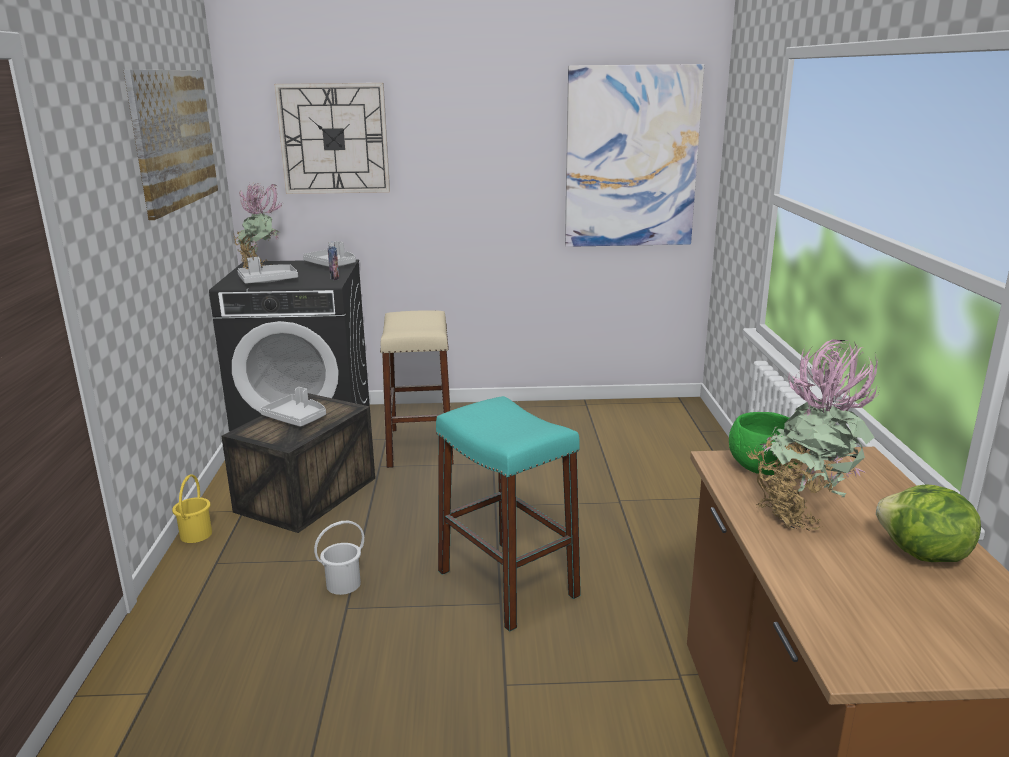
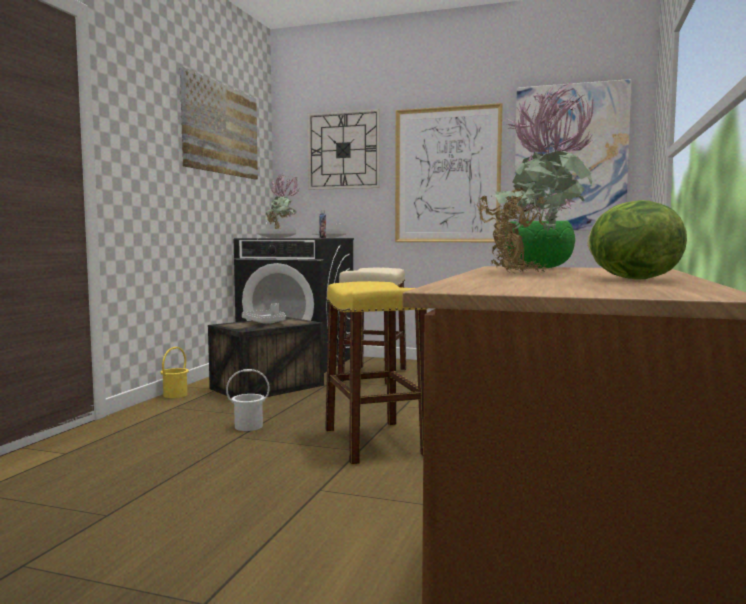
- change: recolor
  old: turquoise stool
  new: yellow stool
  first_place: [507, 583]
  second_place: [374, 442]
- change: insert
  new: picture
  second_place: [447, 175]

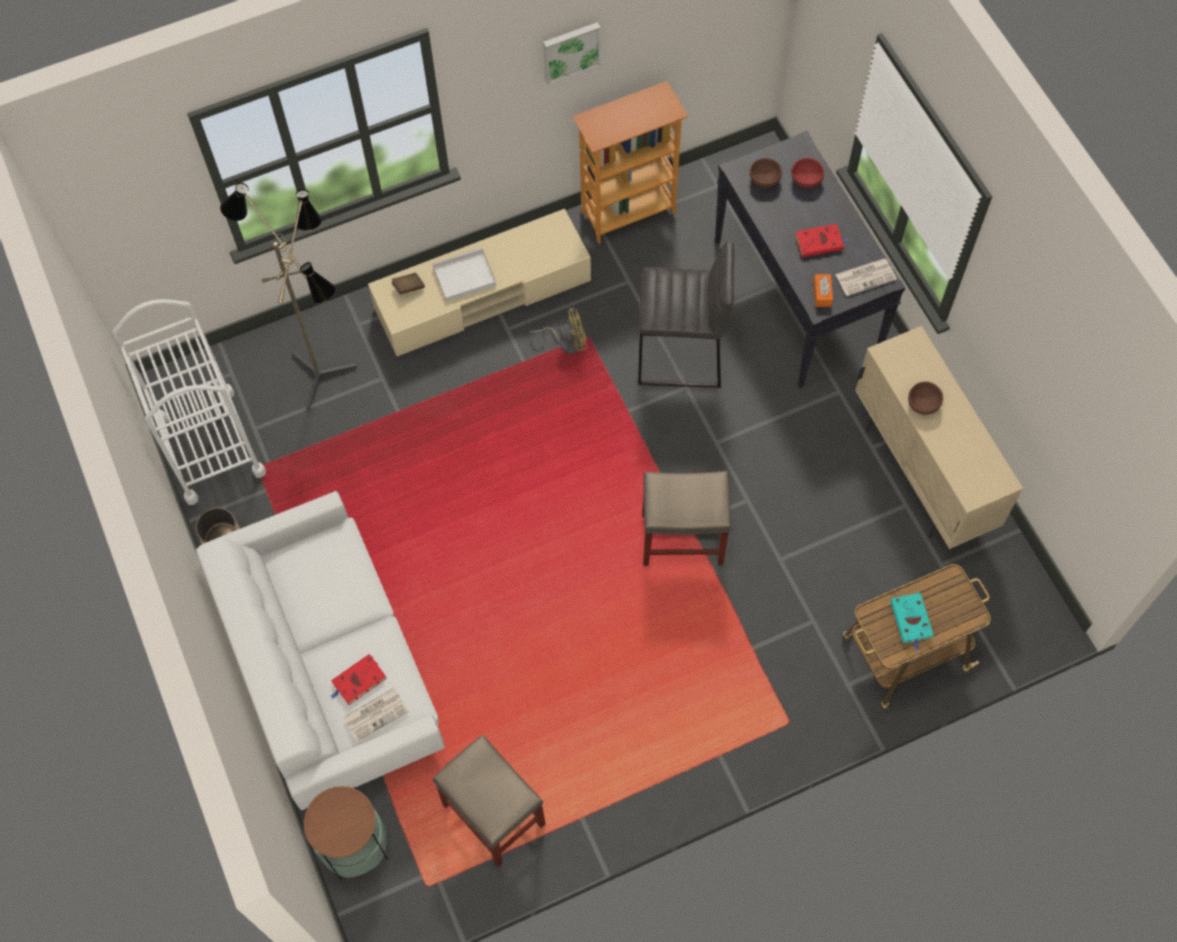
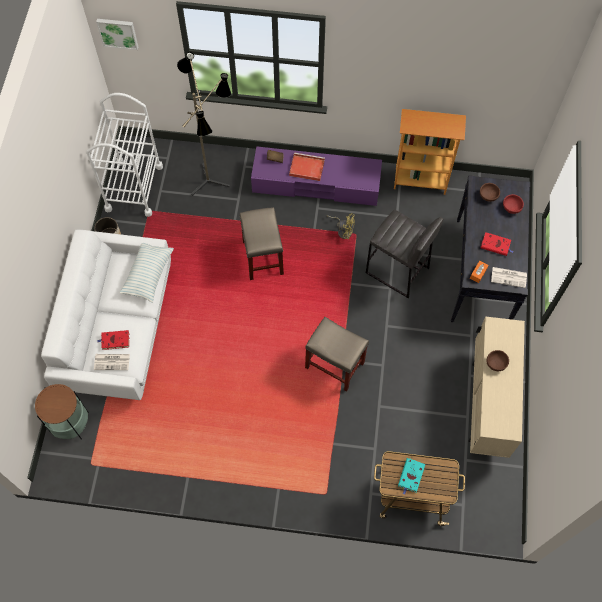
- change: recolor
  old: beige tv stand
  new: purple tv stand
  first_place: [482, 295]
  second_place: [316, 184]
- change: recolor
  old: white tray
  new: red tray
  first_place: [463, 277]
  second_place: [306, 168]
- change: move
  old: beige stool
  first_place: [495, 815]
  second_place: [263, 258]
- change: move
  old: picture
  first_place: [571, 51]
  second_place: [118, 32]
- change: insert
  new: pillow
  second_place: [148, 274]

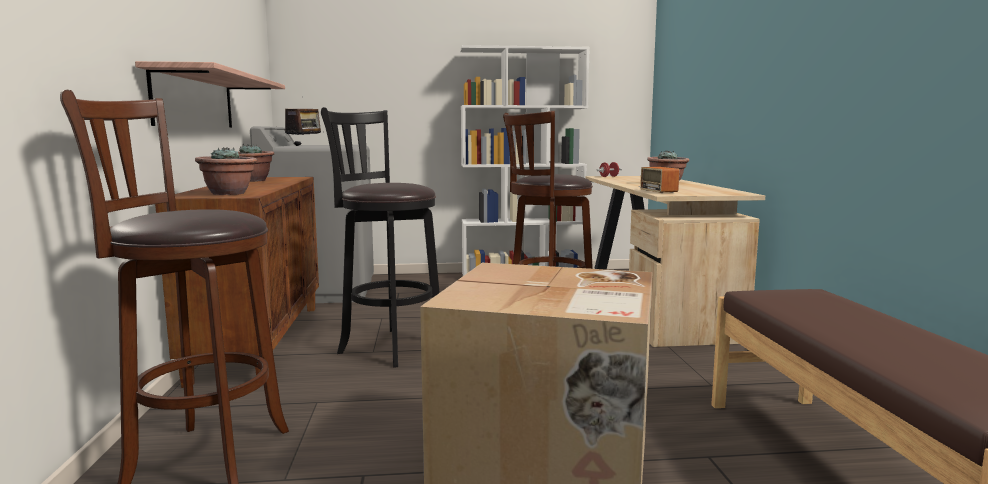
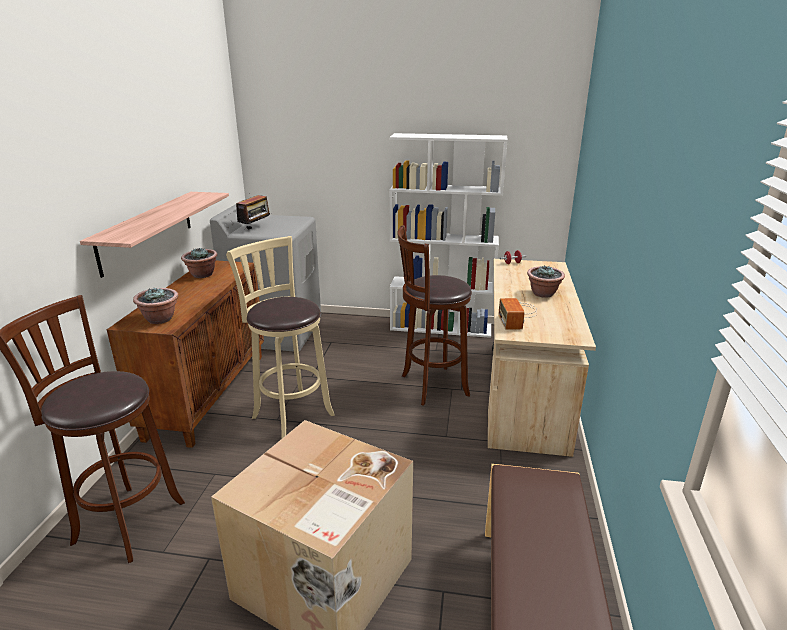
- change: recolor
  old: black stool
  new: beige stool
  first_place: [388, 346]
  second_place: [290, 414]

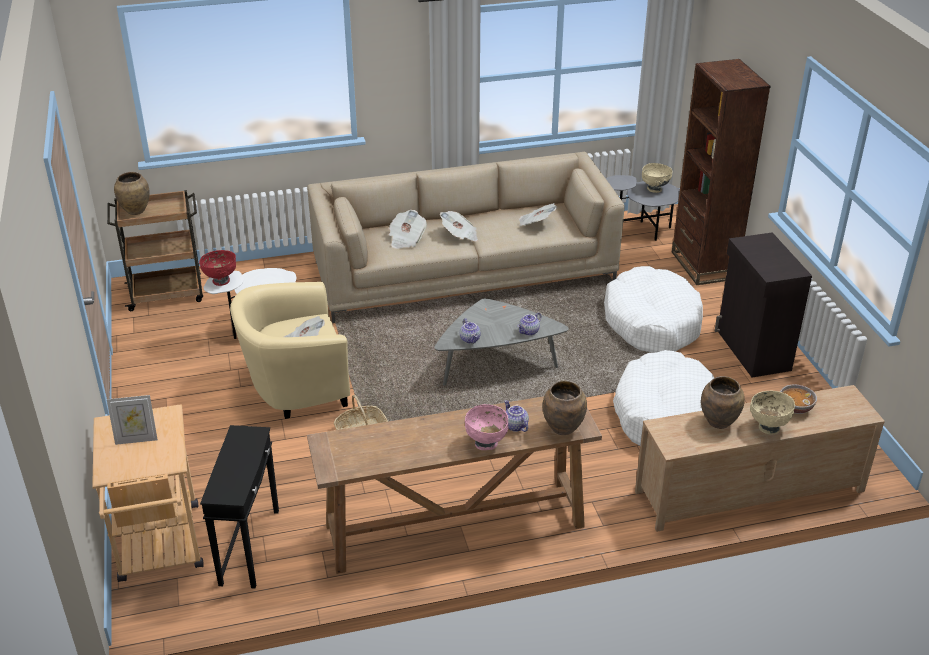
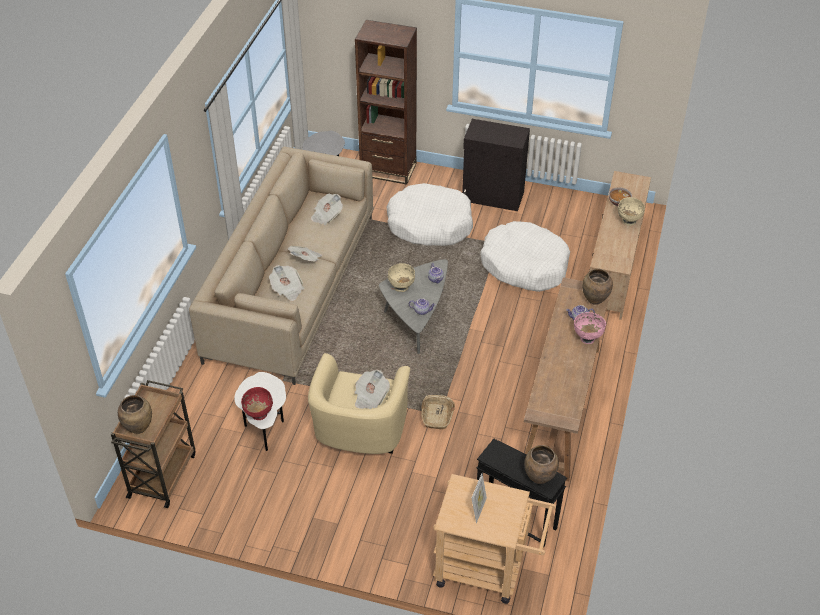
- change: move
  old: beige bowl
  first_place: [654, 189]
  second_place: [401, 287]
- change: move
  old: brown vase
  first_place: [719, 422]
  second_place: [539, 477]

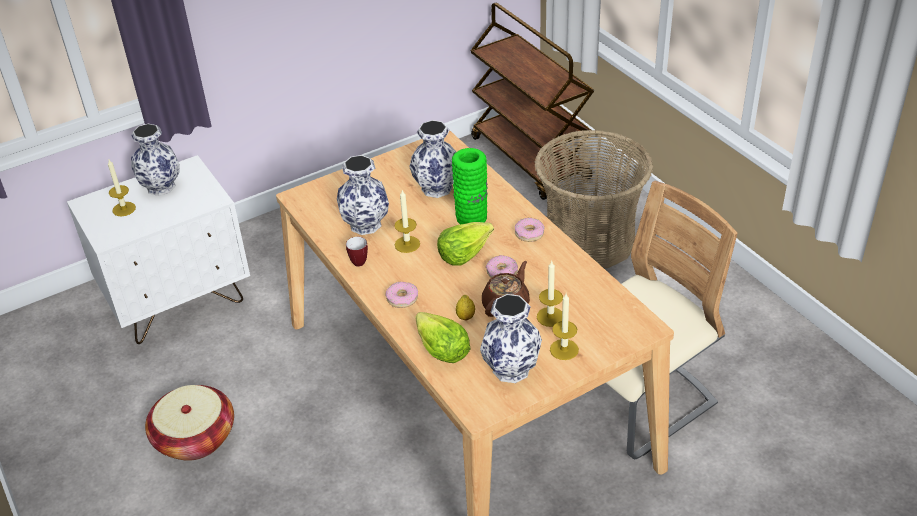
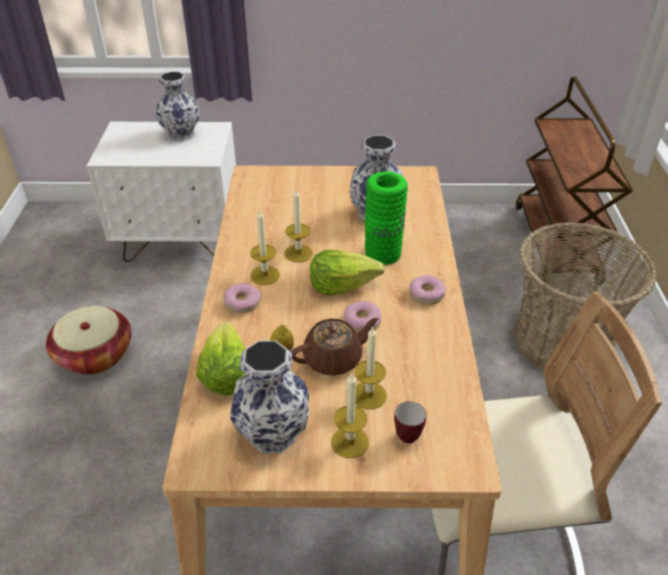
- change: move
  old: candle
  first_place: [124, 209]
  second_place: [265, 275]
- change: delete
  old: vase
  first_place: [365, 225]
- change: move
  old: mug
  first_place: [359, 261]
  second_place: [409, 434]

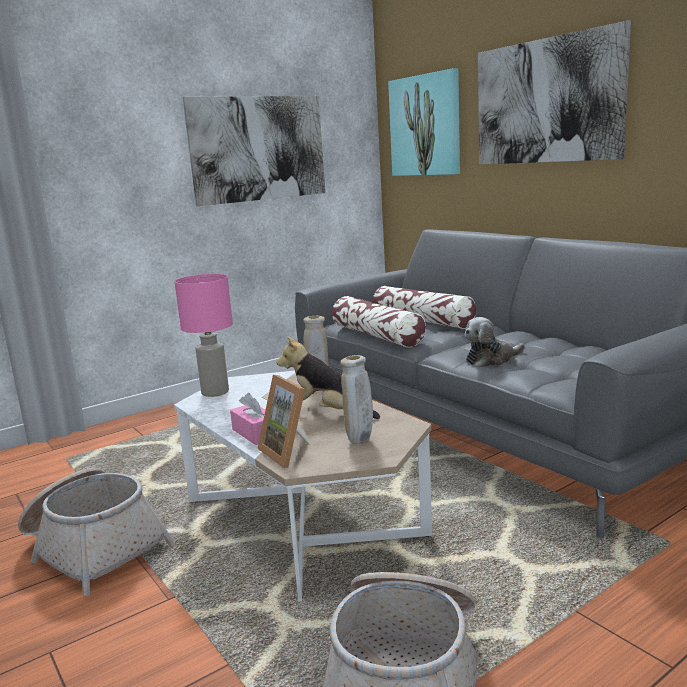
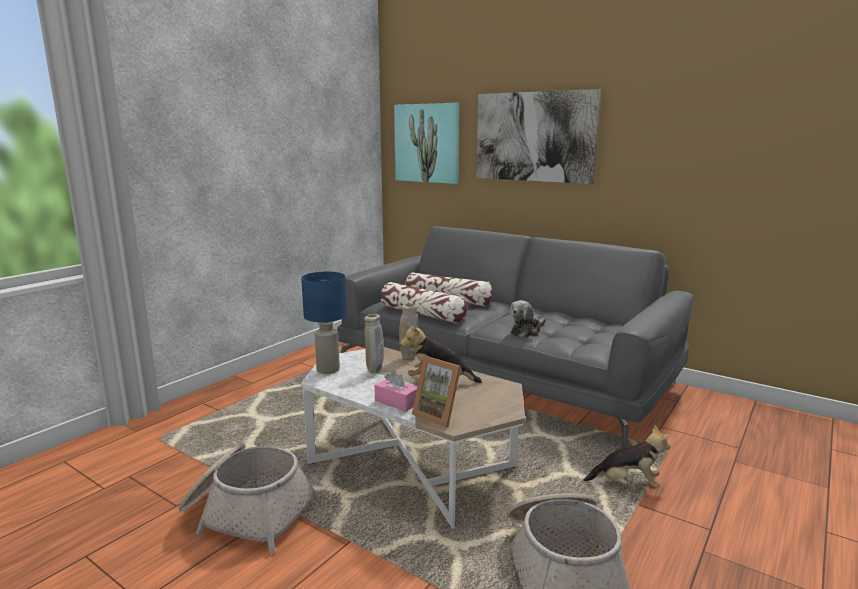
- change: recolor
  old: pink table lamp
  new: blue table lamp
  first_place: [215, 392]
  second_place: [328, 369]
- change: delete
  old: picture
  first_place: [258, 149]
- change: move
  old: beige vase
  first_place: [360, 441]
  second_place: [375, 371]
- change: insert
  new: plush toy
  second_place: [627, 484]

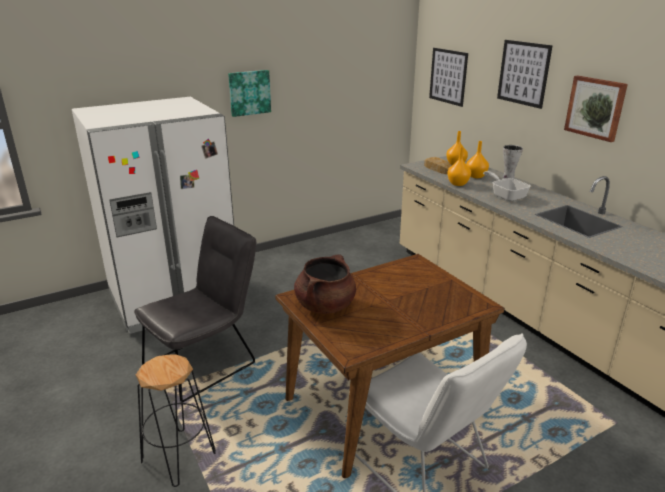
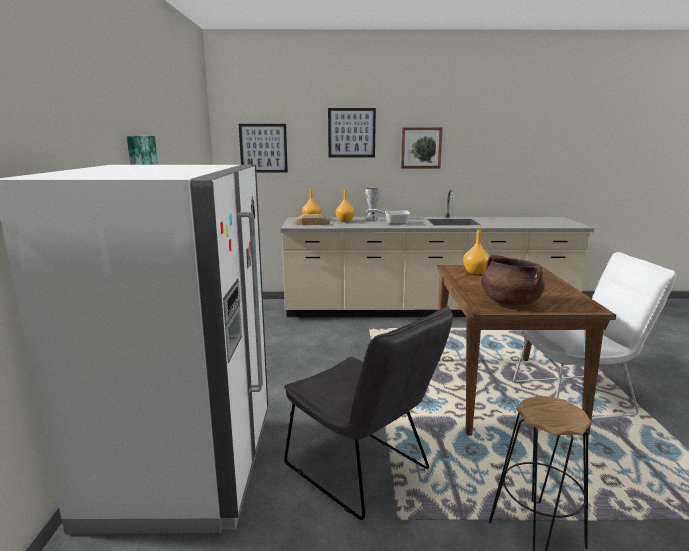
- change: rotate
  old: grey chair
  first_place: [206, 361]
  second_place: [363, 472]
  degrees: 150
- change: move
  old: orange vase
  first_place: [458, 183]
  second_place: [475, 272]

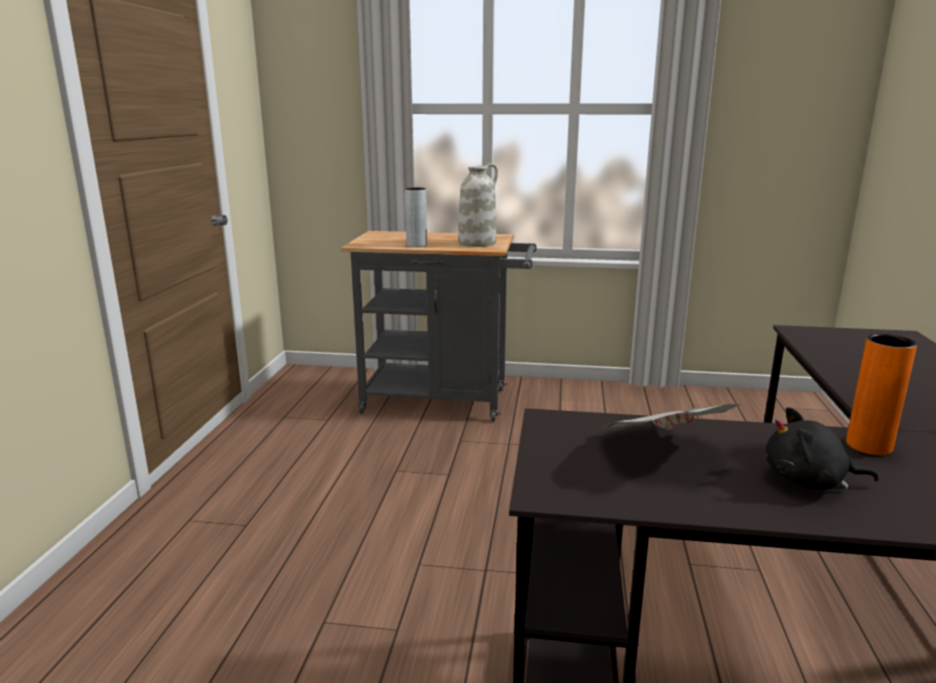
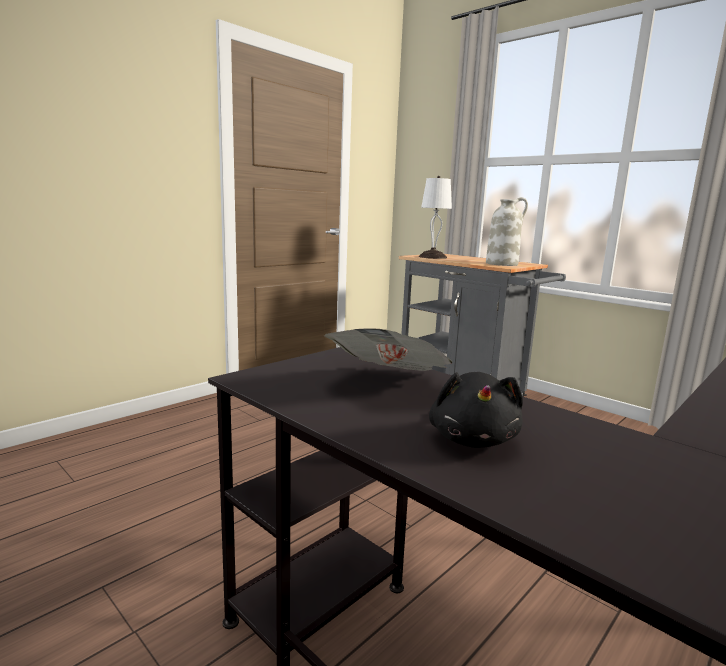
- change: delete
  old: grey vase
  first_place: [416, 245]
- change: rotate
  old: black plush toy
  first_place: [809, 481]
  second_place: [472, 439]
  degrees: -135
- change: delete
  old: orange vase
  first_place: [868, 446]
- change: insert
  new: white table lamp
  second_place: [432, 257]

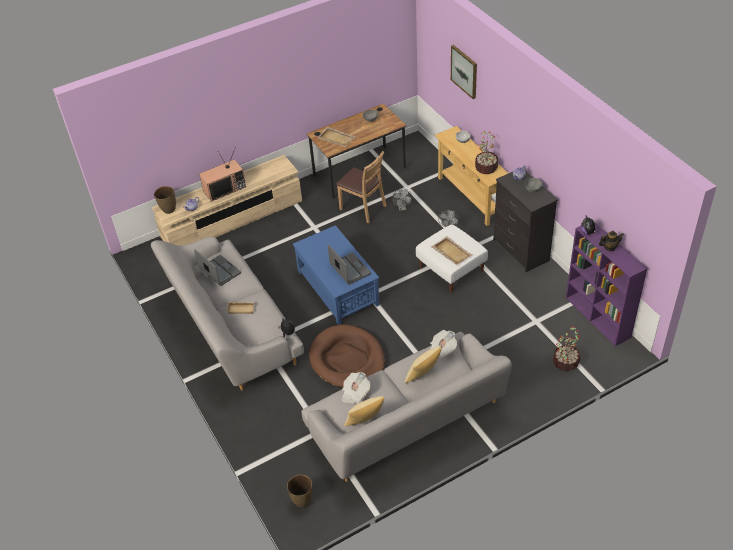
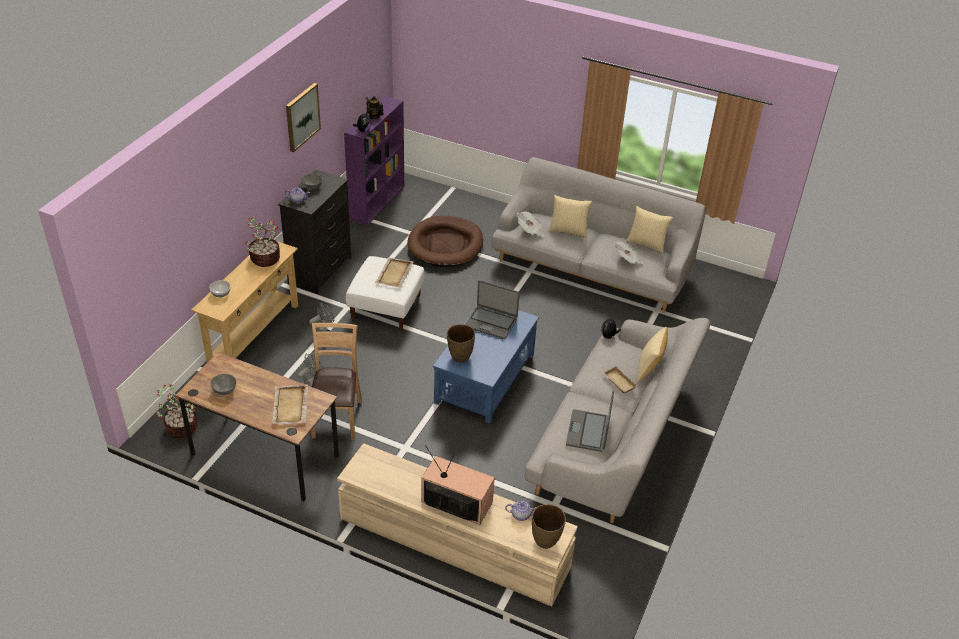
- change: move
  old: brown vase
  first_place: [302, 500]
  second_place: [460, 357]
- change: move
  old: brown dog bed
  first_place: [347, 359]
  second_place: [445, 244]
- change: rotate
  old: laptop
  first_place: [349, 269]
  second_place: [491, 322]
  degrees: -90
- change: move
  old: picture
  first_place: [464, 71]
  second_place: [302, 117]
- change: move
  old: potted plant
  first_place: [566, 362]
  second_place: [181, 428]
- change: insert
  new: pillow
  second_place: [649, 370]

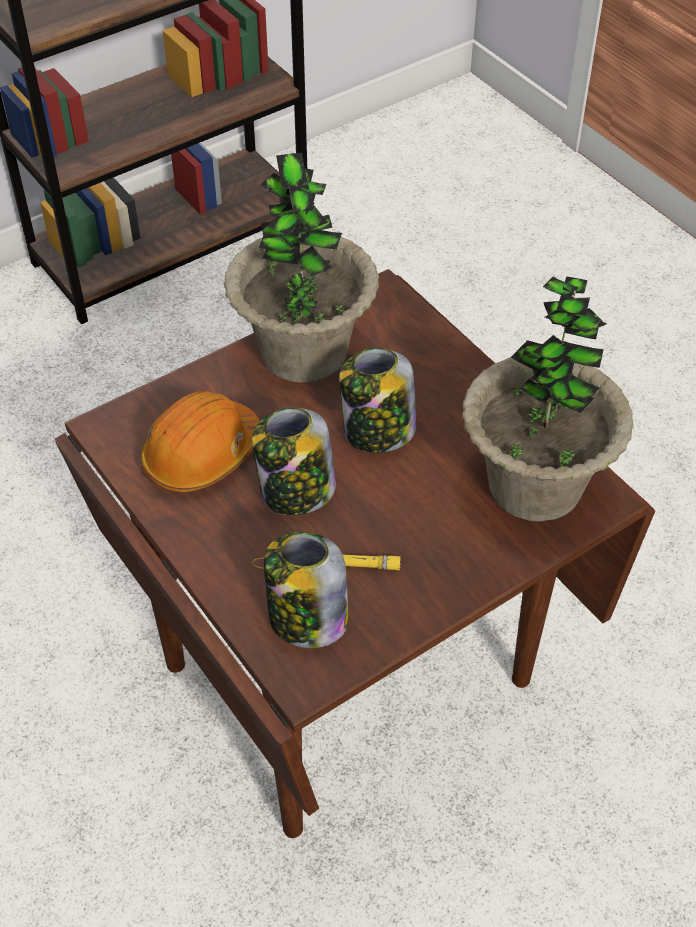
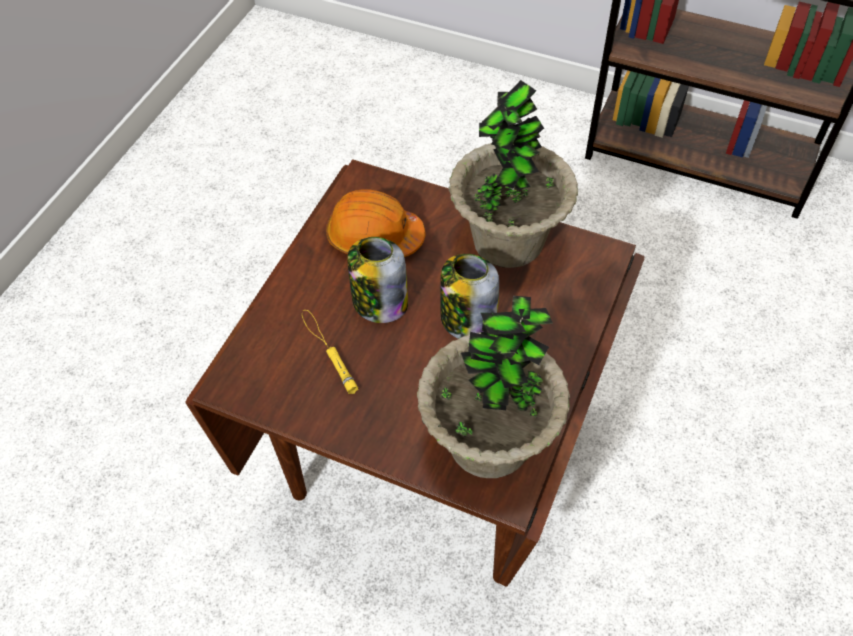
- change: delete
  old: jar
  first_place: [306, 618]

